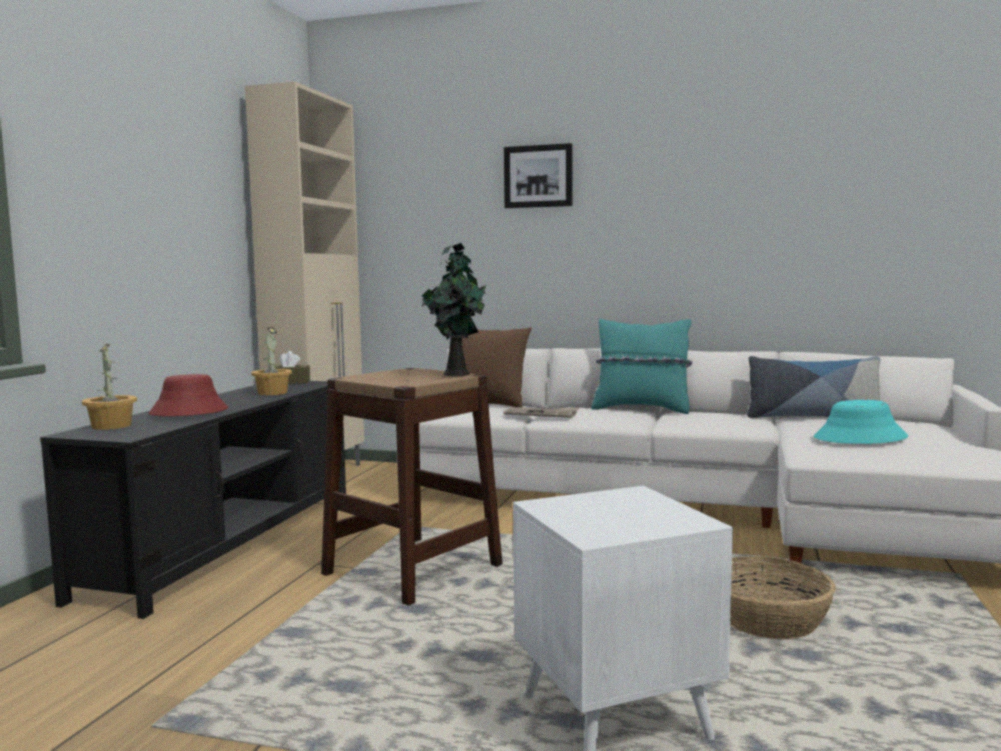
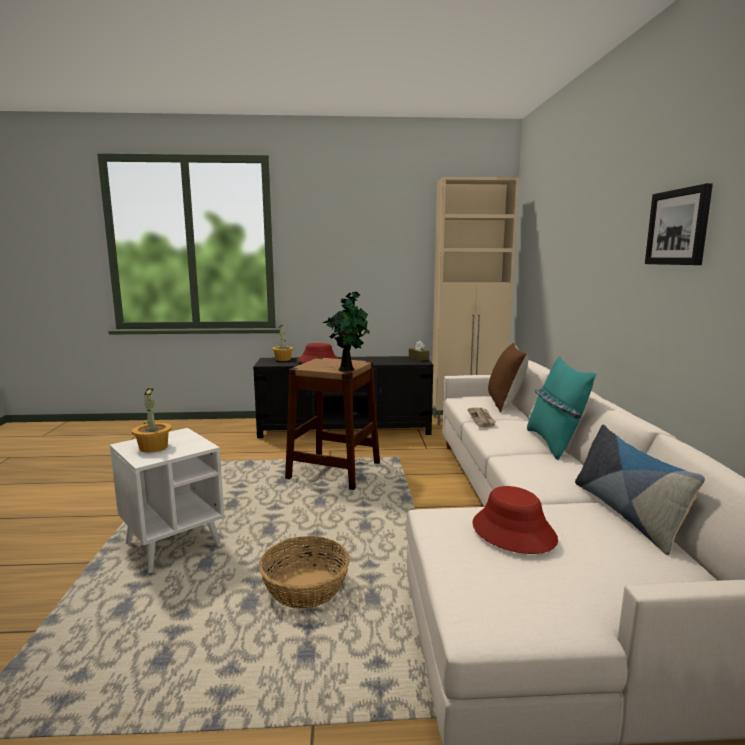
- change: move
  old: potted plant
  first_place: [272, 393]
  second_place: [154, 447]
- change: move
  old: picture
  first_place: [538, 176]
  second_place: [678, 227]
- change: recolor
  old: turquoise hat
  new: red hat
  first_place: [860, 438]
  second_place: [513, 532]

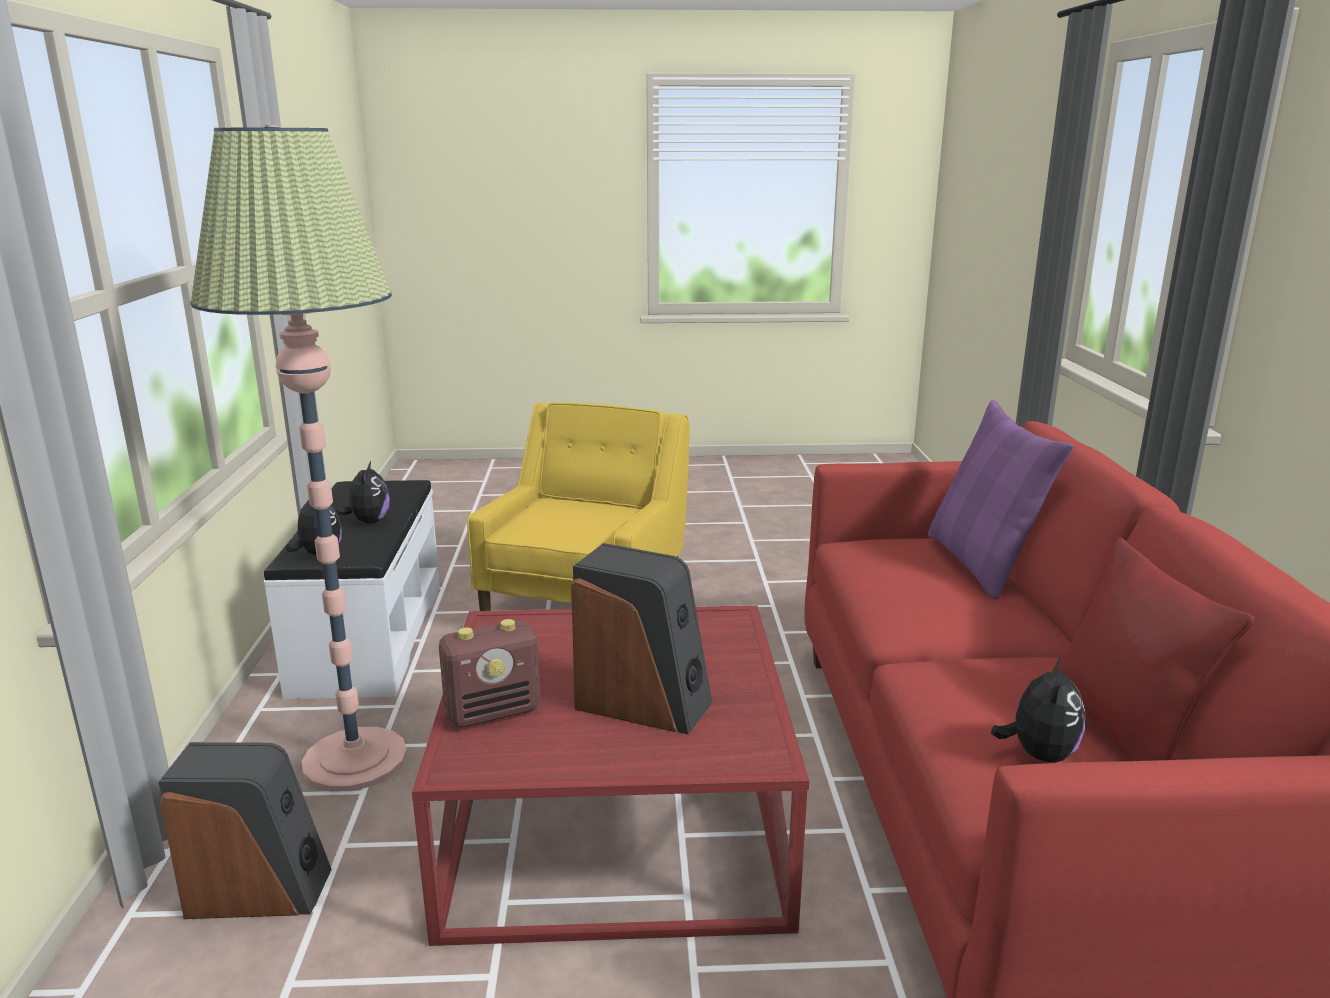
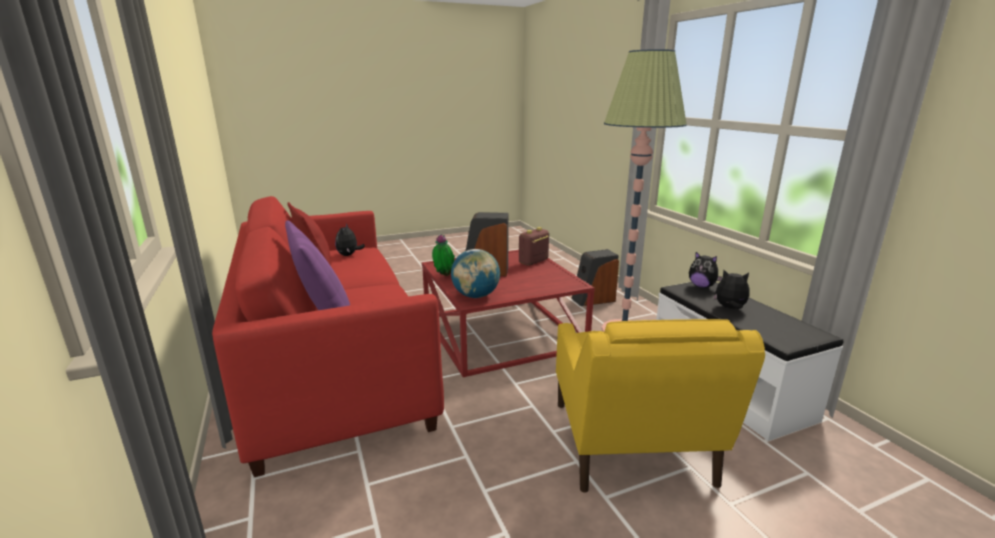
- change: rotate
  old: plush toy
  first_place: [368, 521]
  second_place: [729, 308]
  degrees: 135
- change: insert
  new: potted plant
  second_place: [443, 276]
- change: insert
  new: globe
  second_place: [476, 296]

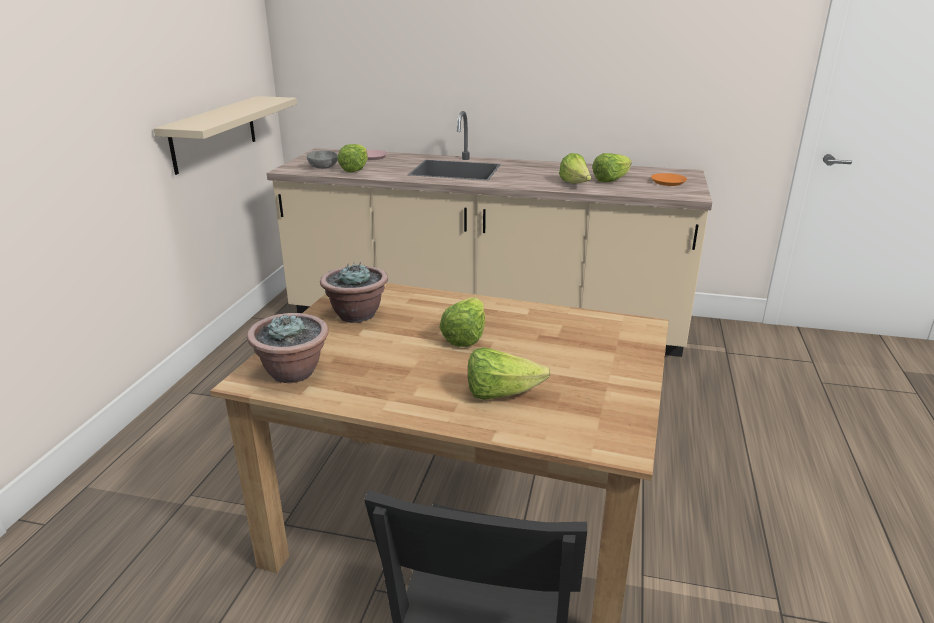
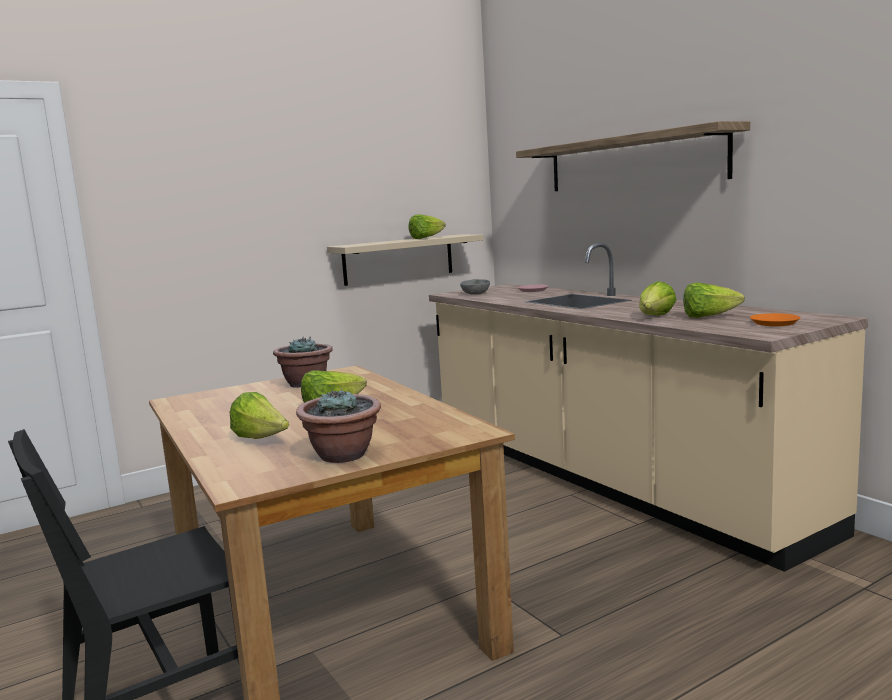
- change: move
  old: potted plant
  first_place: [293, 372]
  second_place: [343, 455]
- change: move
  old: lettuce
  first_place: [355, 169]
  second_place: [426, 238]
- change: insert
  new: shelf
  second_place: [632, 162]

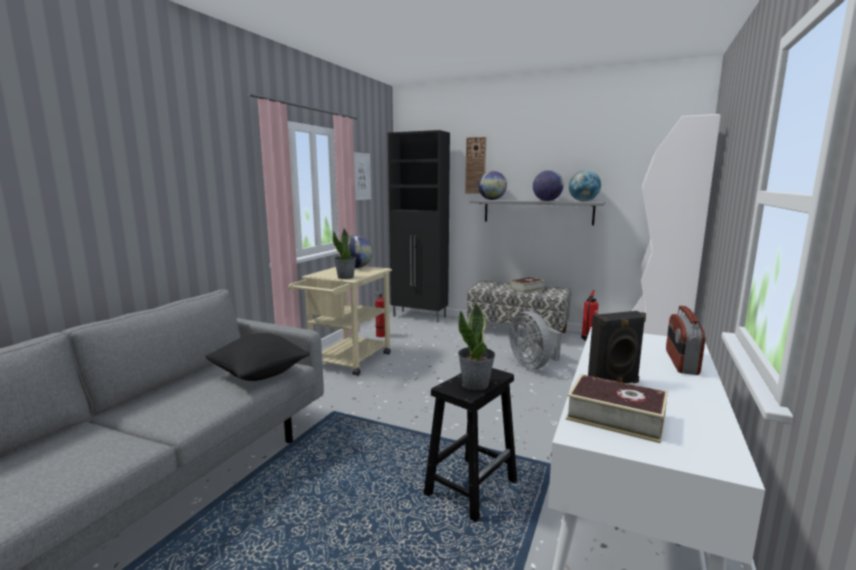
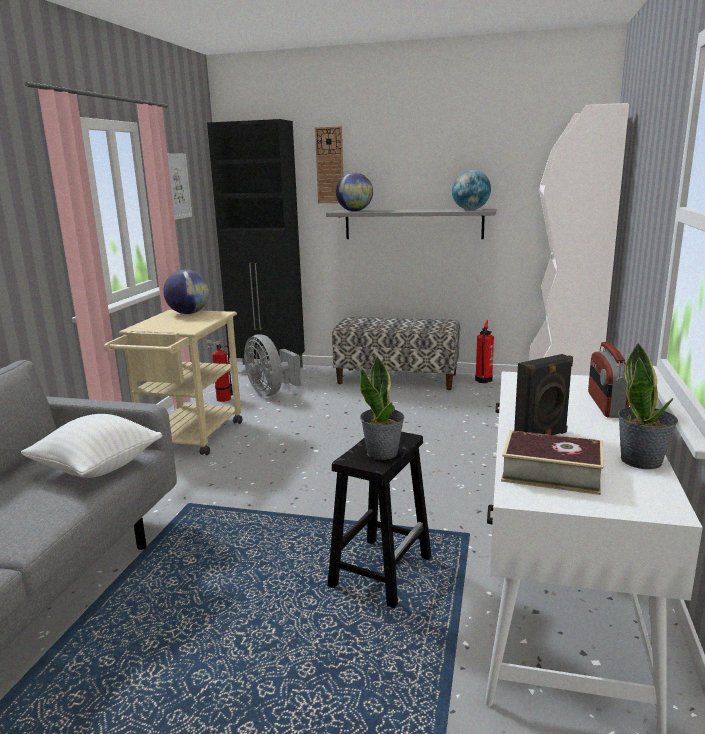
- change: recolor
  old: black pillow
  new: white pillow
  first_place: [259, 374]
  second_place: [97, 468]
- change: move
  old: potted plant
  first_place: [346, 277]
  second_place: [642, 460]
- change: move
  old: grey fan
  first_place: [533, 365]
  second_place: [271, 392]
- change: delete
  old: book
  first_place: [526, 289]
- change: delete
  old: globe
  first_place: [547, 200]

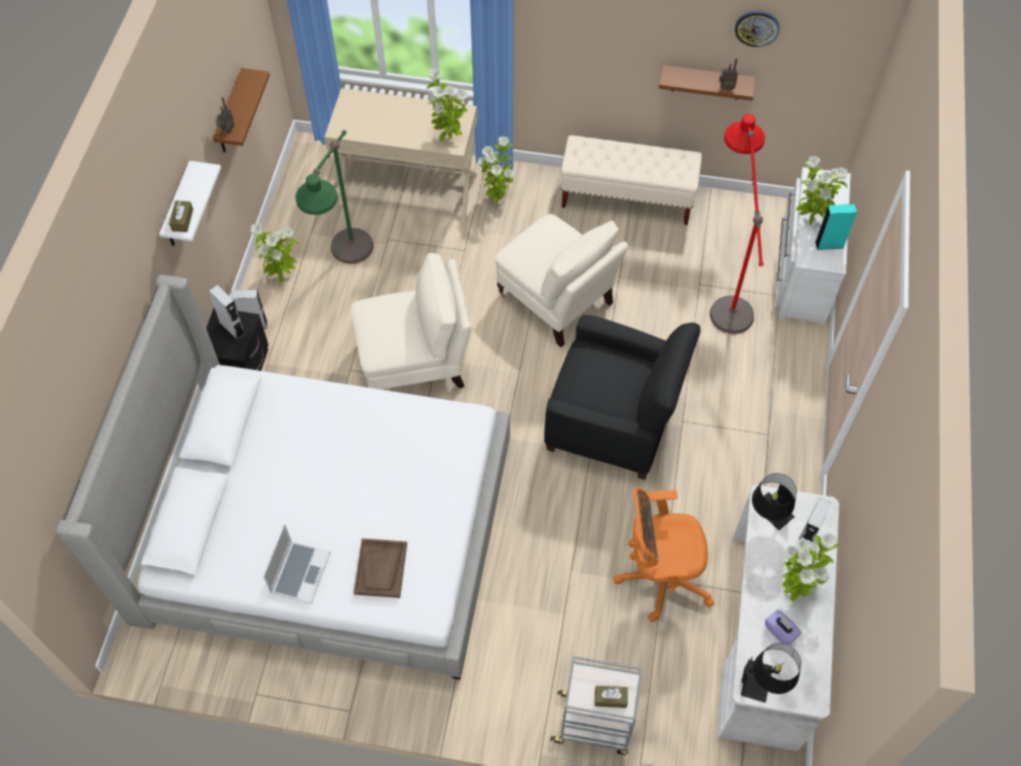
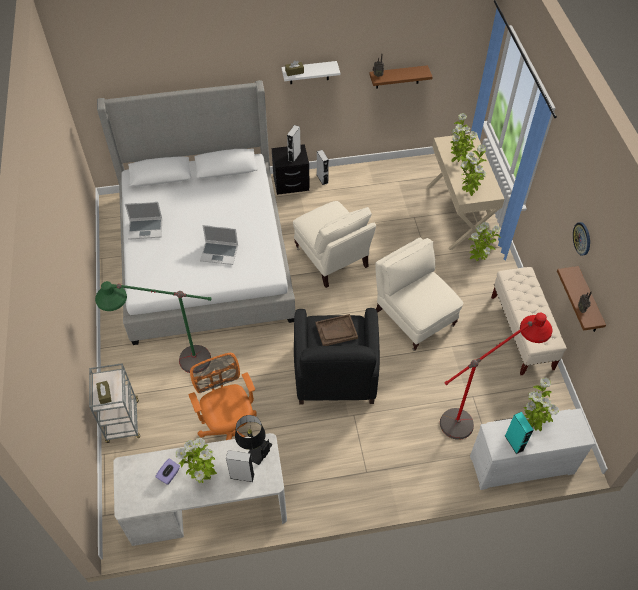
- change: move
  old: potted plant
  first_place: [282, 276]
  second_place: [457, 162]
- change: move
  old: green floor lamp
  first_place: [347, 271]
  second_place: [172, 364]
- change: move
  old: brown tray
  first_place: [381, 569]
  second_place: [336, 331]
- change: rotate
  old: beige armchair
  first_place: [557, 301]
  second_place: [414, 316]
  degrees: 120
- change: move
  old: wall clock
  first_place: [757, 28]
  second_place: [582, 238]
- change: delete
  old: black table lamp
  first_place: [765, 683]
- change: insert
  new: laptop
  second_place: [220, 253]

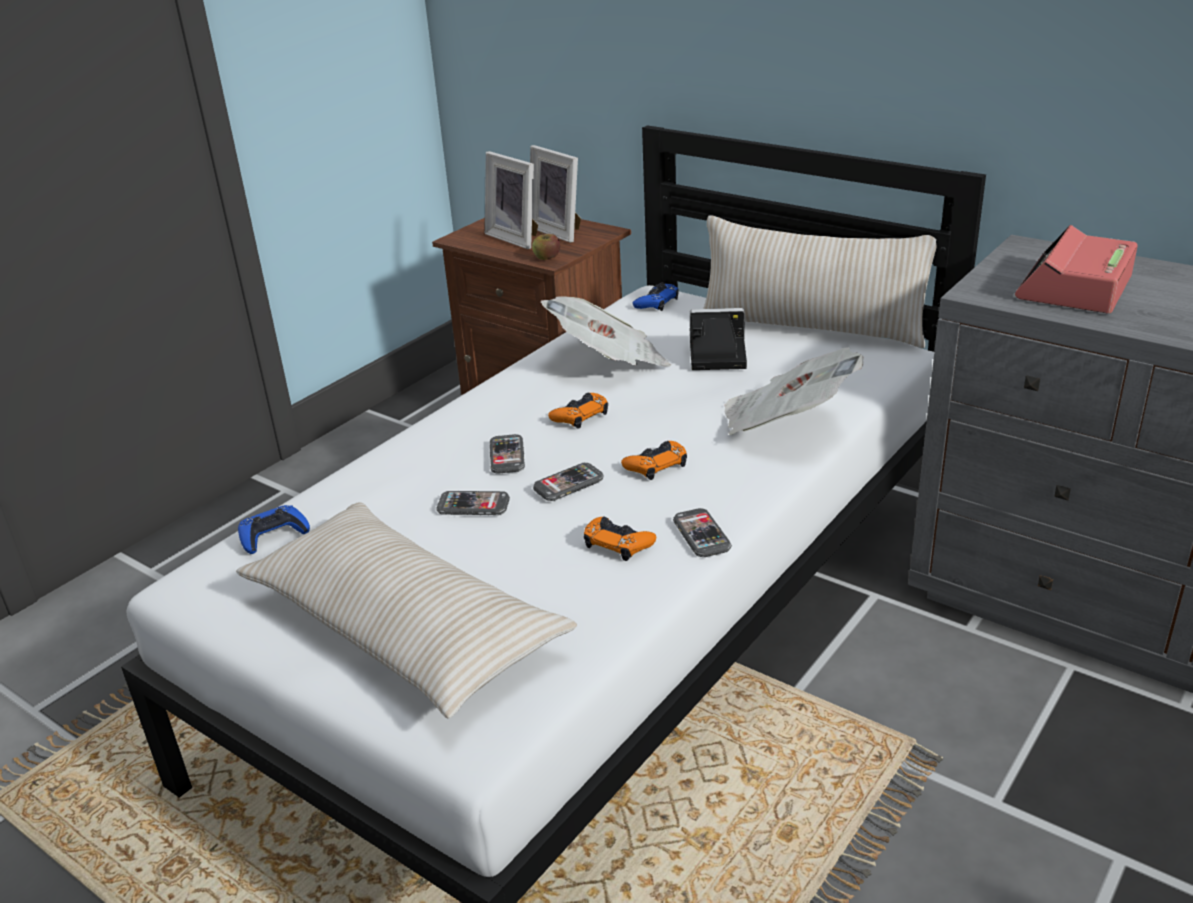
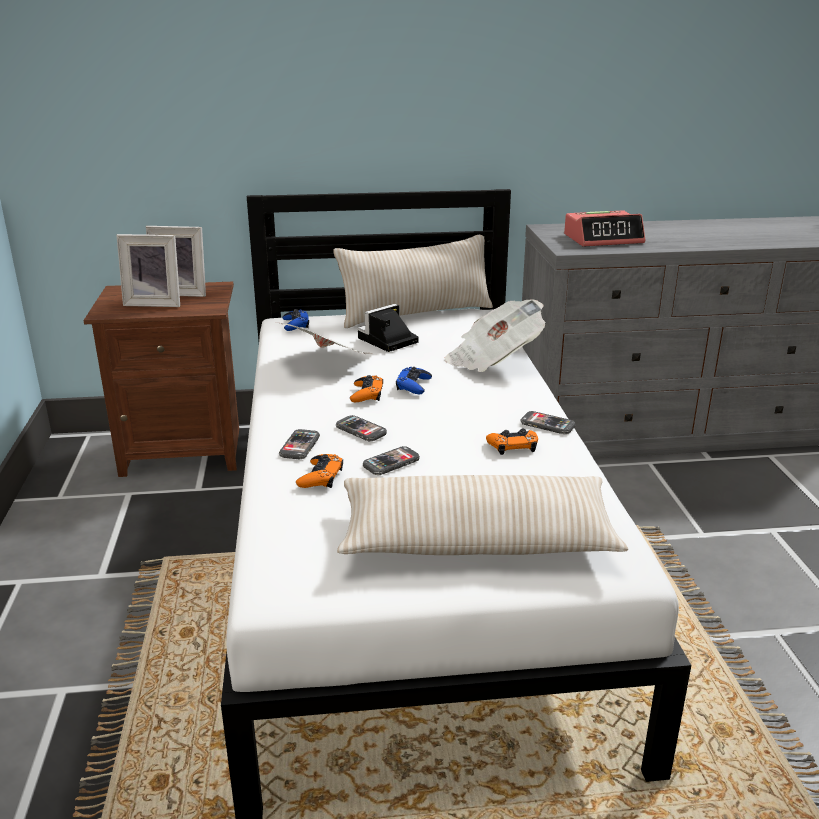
- change: move
  old: blue game controller
  first_place: [273, 535]
  second_place: [413, 385]
- change: delete
  old: apple
  first_place: [547, 258]
- change: move
  old: phone
  first_place: [568, 484]
  second_place: [299, 446]
- change: move
  old: orange game controller
  first_place: [656, 465]
  second_place: [321, 477]
- change: rotate
  old: alarm clock
  first_place: [1074, 288]
  second_place: [603, 239]
  degrees: -90

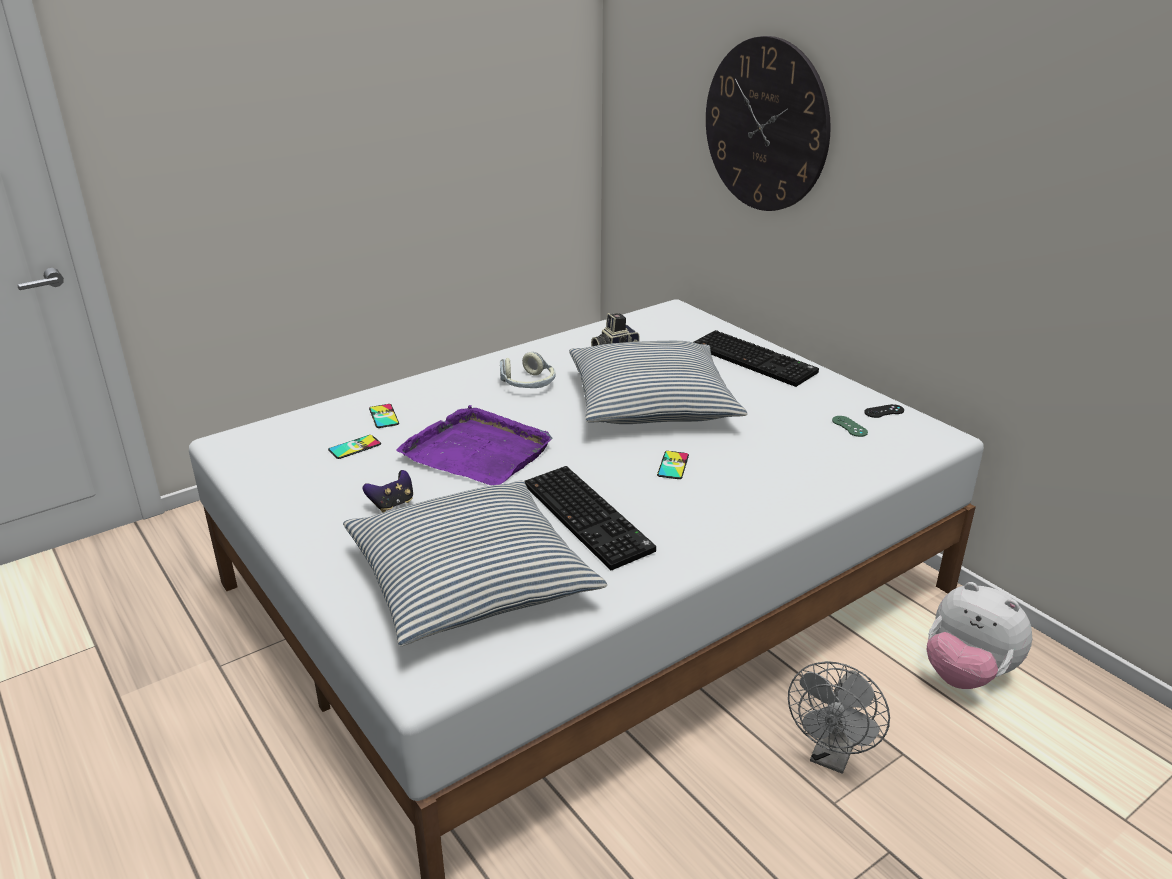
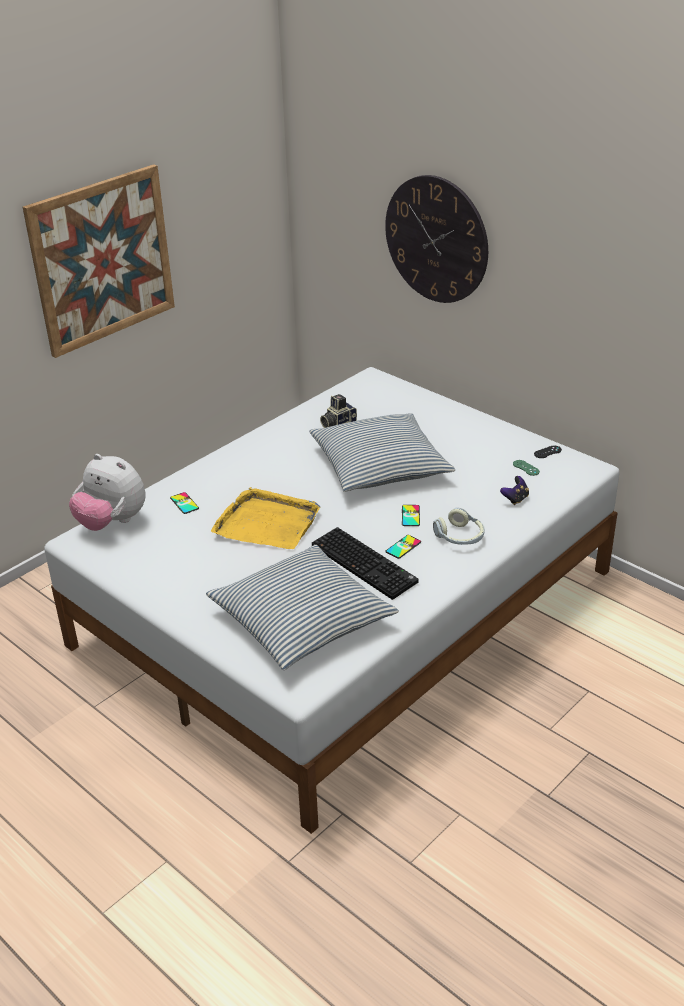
- change: move
  old: phone
  first_place: [354, 447]
  second_place: [403, 547]
- change: move
  old: game controller
  first_place: [392, 504]
  second_place: [515, 499]
- change: recolor
  old: purple tray
  new: yellow tray
  first_place: [478, 451]
  second_place: [267, 523]
- change: move
  old: headphones
  first_place: [528, 384]
  second_place: [460, 537]
- change: delete
  old: keyboard
  first_place: [755, 360]
- change: delete
  old: grey fan
  first_place: [832, 756]
- change: move
  old: plush toy
  first_place: [966, 674]
  second_place: [112, 522]
- change: insert
  new: picture
  second_place: [102, 260]

